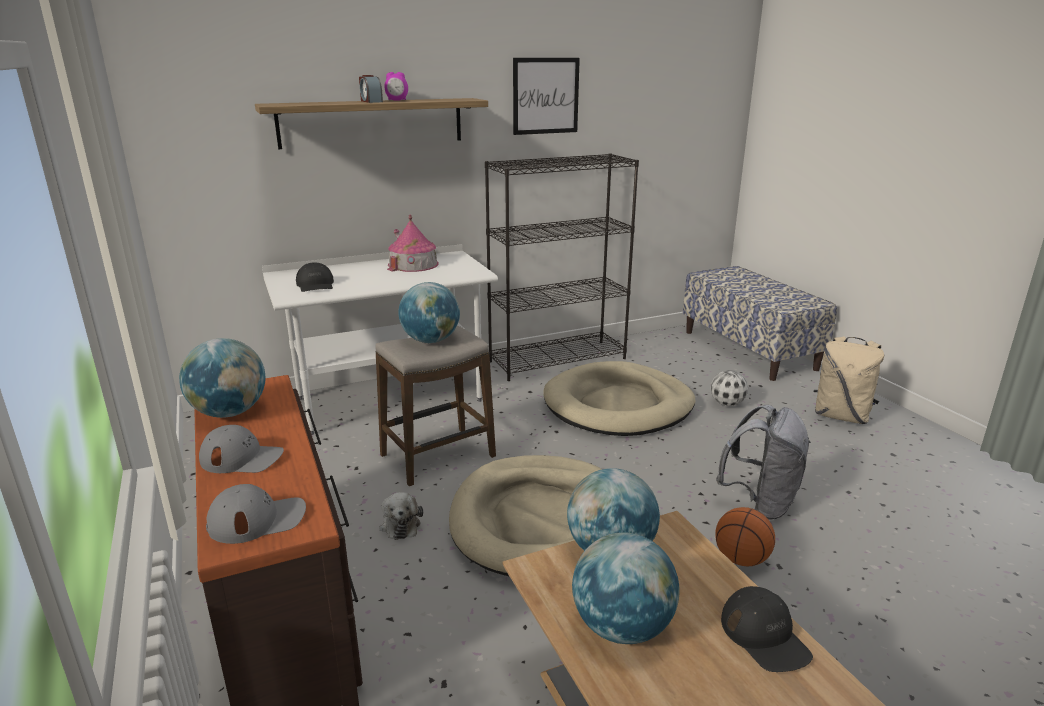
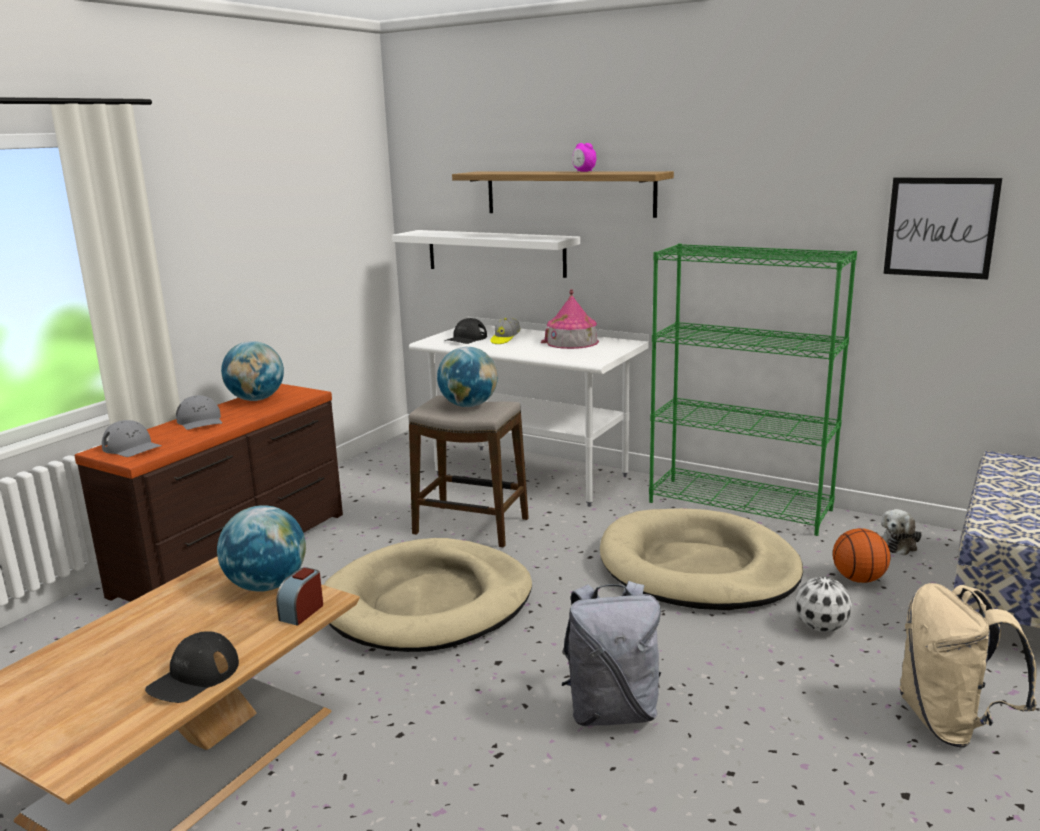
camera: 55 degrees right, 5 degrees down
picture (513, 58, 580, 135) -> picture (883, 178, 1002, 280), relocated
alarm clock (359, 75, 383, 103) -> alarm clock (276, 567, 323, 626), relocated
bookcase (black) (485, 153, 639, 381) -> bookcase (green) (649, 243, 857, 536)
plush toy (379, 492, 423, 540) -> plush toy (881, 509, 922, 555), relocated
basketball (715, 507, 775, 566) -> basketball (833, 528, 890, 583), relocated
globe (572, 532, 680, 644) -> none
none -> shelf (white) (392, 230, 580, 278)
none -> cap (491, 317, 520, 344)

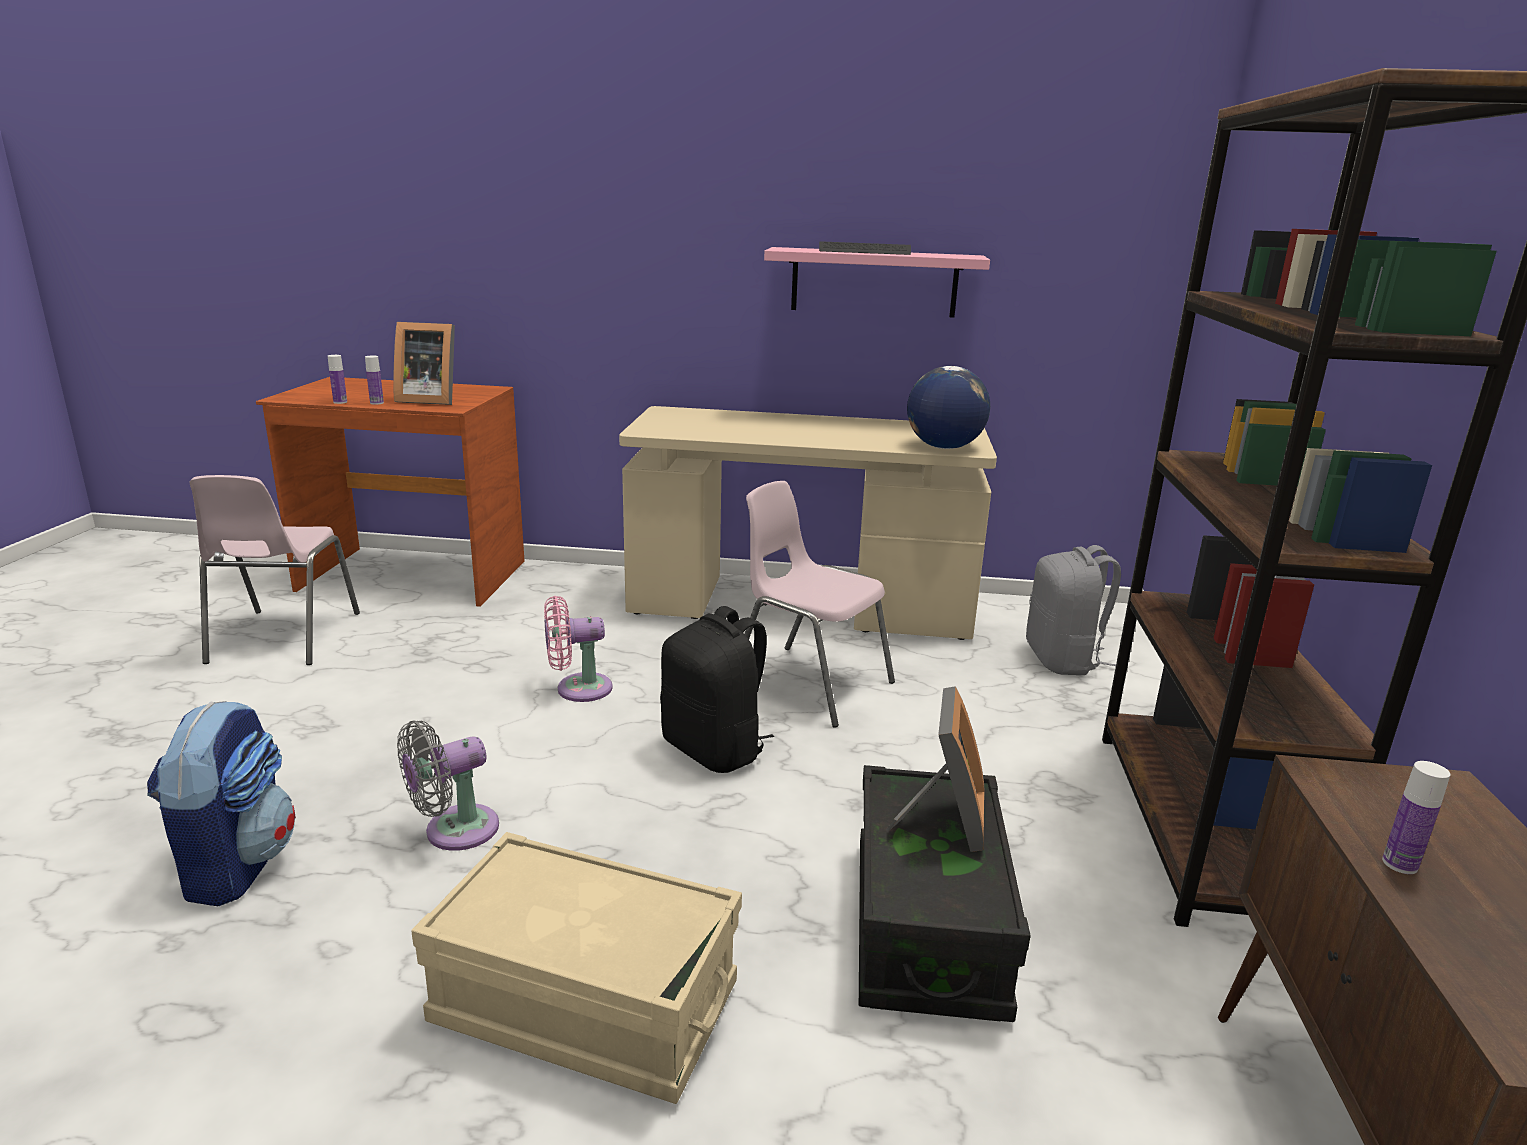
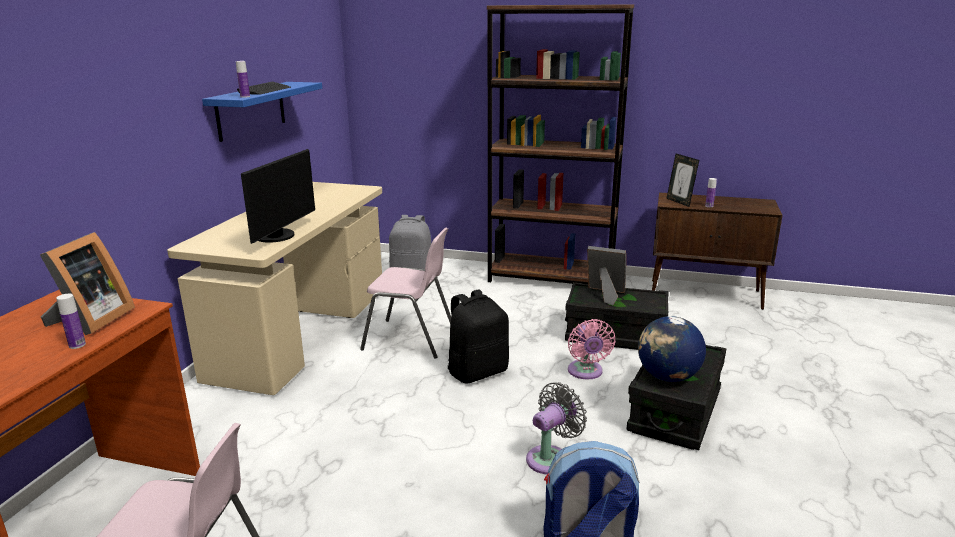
camera: 80 degrees left, 0 degrees up
shelf (pink) (764, 247, 990, 318) -> shelf (blue) (202, 82, 322, 142)
bottle (328, 355, 347, 404) -> bottle (236, 61, 250, 98), relocated
globe (907, 366, 990, 449) -> globe (638, 316, 706, 382), relocated
chair (pink) (744, 481, 895, 728) -> chair (pink) (360, 228, 451, 359), 120 degrees counterclockwise
fan (pink) (544, 596, 613, 702) -> fan (pink) (568, 319, 615, 380), relocated
fan (grey) (397, 720, 499, 851) -> fan (grey) (526, 382, 587, 474), 105 degrees counterclockwise
storage box (beige) (411, 832, 742, 1104) -> storage box (black) (627, 345, 726, 450)
none -> monitor (241, 149, 315, 244)
none -> picture frame (666, 154, 699, 207)

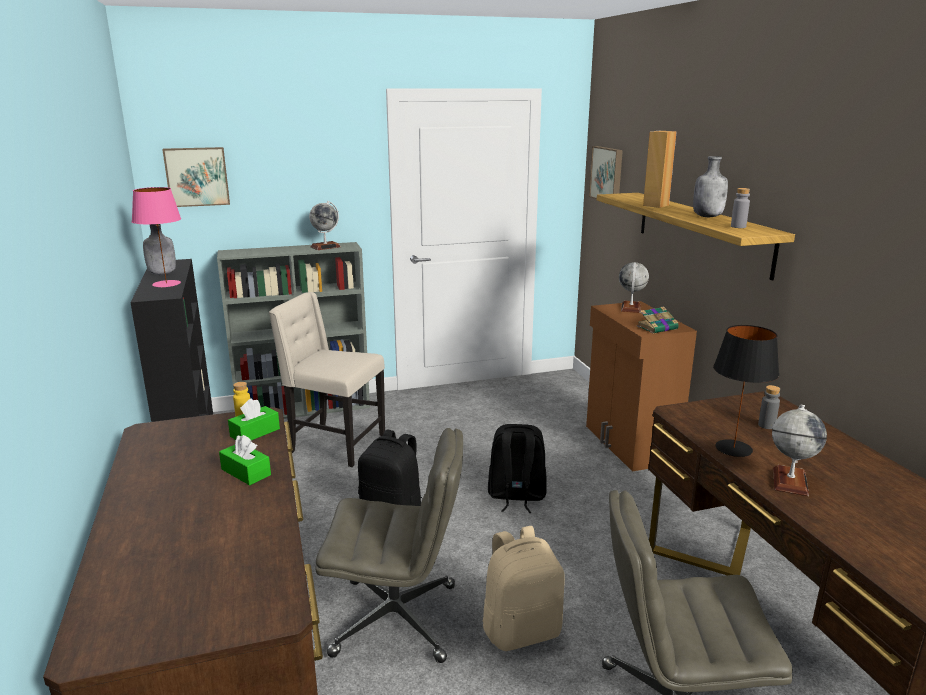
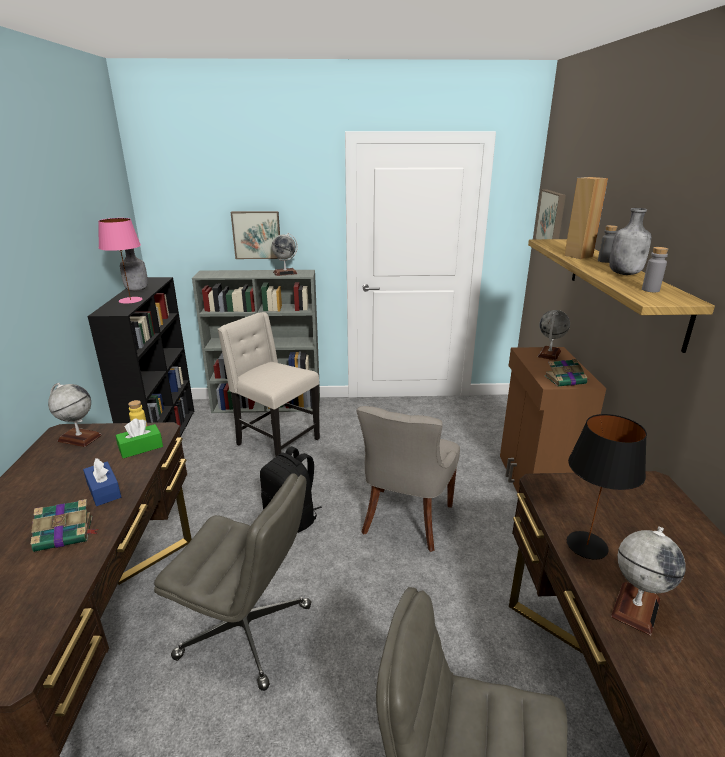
camera: 15 degrees right, 5 degrees up
picture (162, 147, 230, 207) -> picture (231, 211, 280, 259), relocated
bottle (grey) (758, 385, 780, 429) -> bottle (grey) (598, 225, 618, 263), relocated
backpack (black) (488, 424, 546, 513) -> chair (grey) (356, 406, 460, 552)
tissue box (green) (219, 435, 271, 485) -> tissue box (blue) (83, 458, 121, 506)
backpack (beige) (483, 526, 565, 651) -> none
none -> globe (48, 383, 102, 447)
none -> book (31, 499, 98, 552)

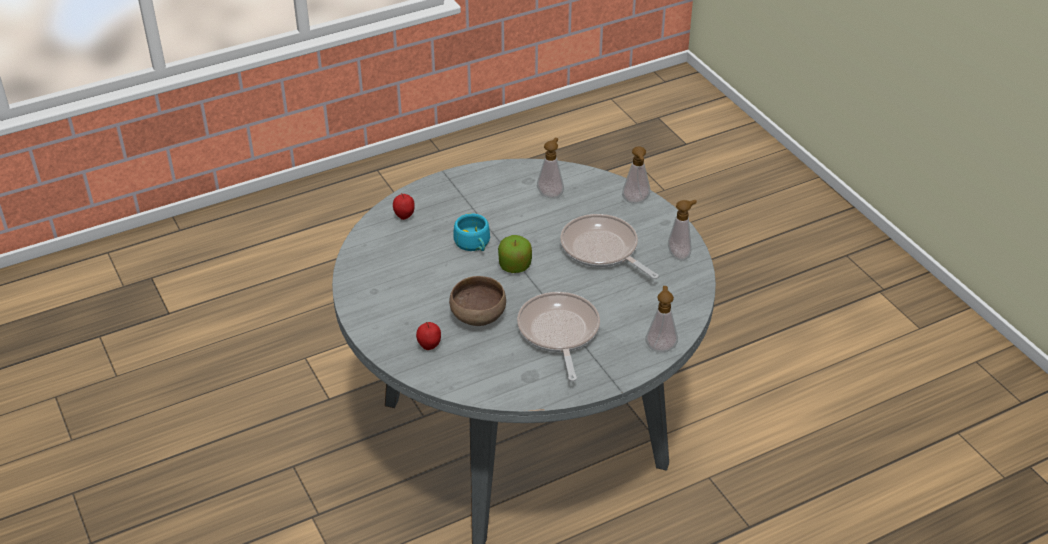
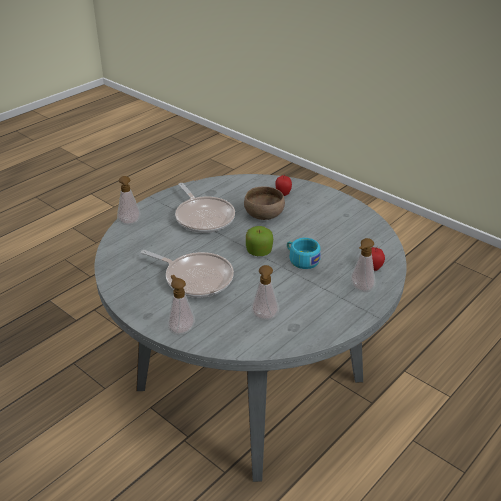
camera: 160 degrees right, 5 degrees down
soap dispenser (668, 200, 697, 261) -> soap dispenser (350, 238, 375, 292), relocated

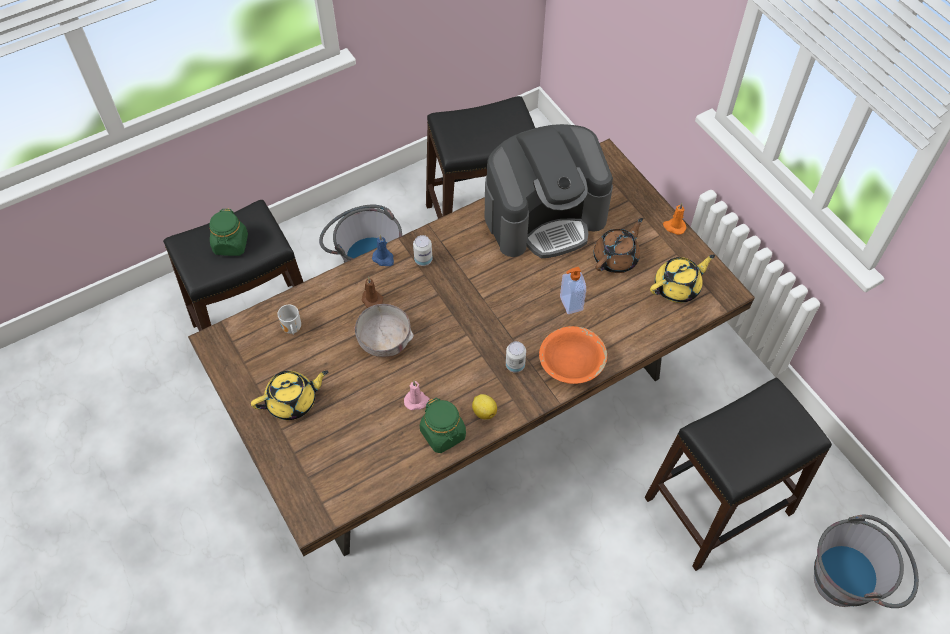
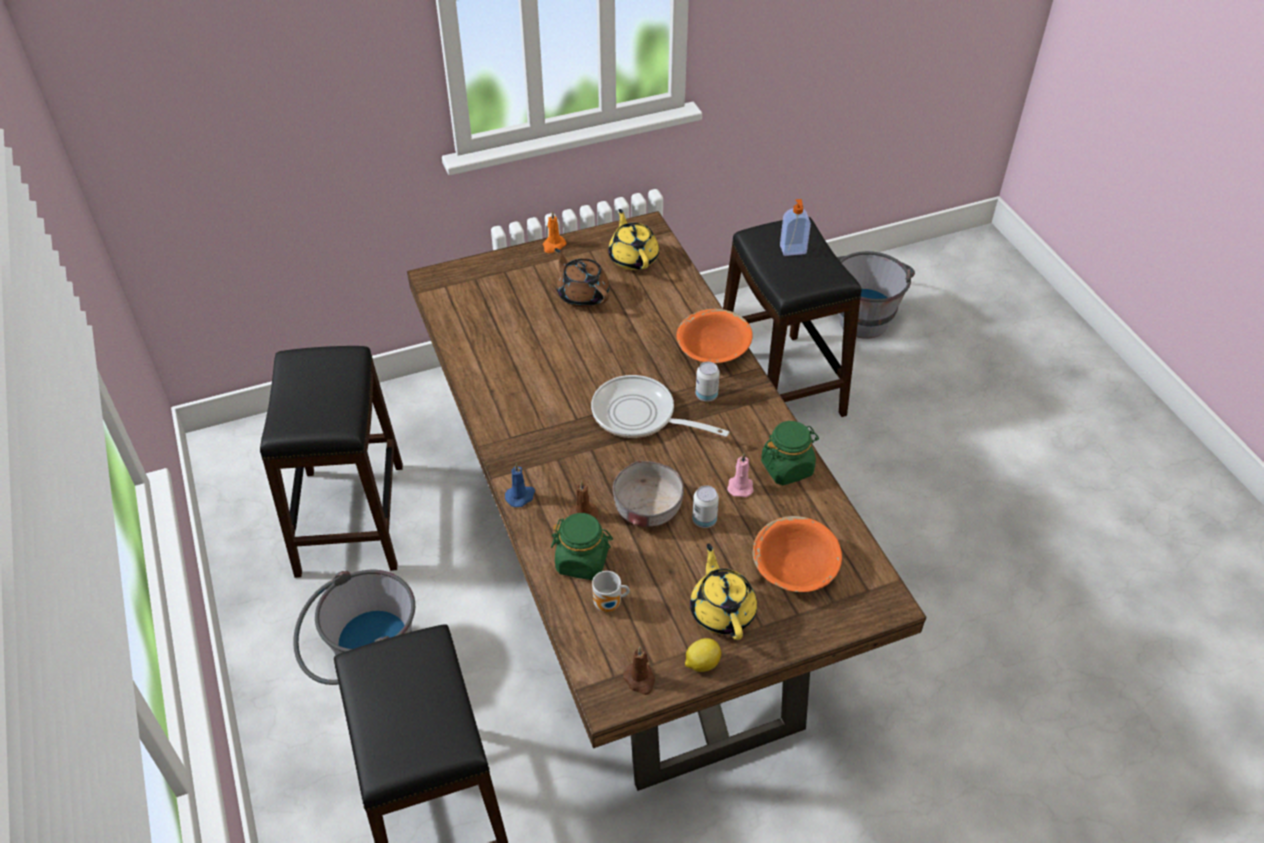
camera: 80 degrees left, 10 degrees down
coffee machine (485, 124, 613, 258) -> none
jar (green) (209, 208, 248, 256) -> jar (green) (551, 513, 613, 580), relocated
can (413, 235, 433, 266) -> can (692, 485, 719, 528), relocated
soap dispenser (560, 267, 586, 314) -> soap dispenser (780, 199, 811, 256), relocated
lemon (472, 394, 497, 420) -> lemon (685, 638, 721, 672), relocated
none -> frying pan (591, 375, 729, 438)
none -> bowl (orange) (753, 516, 842, 592)
none -> candle (brown) (623, 647, 655, 695)

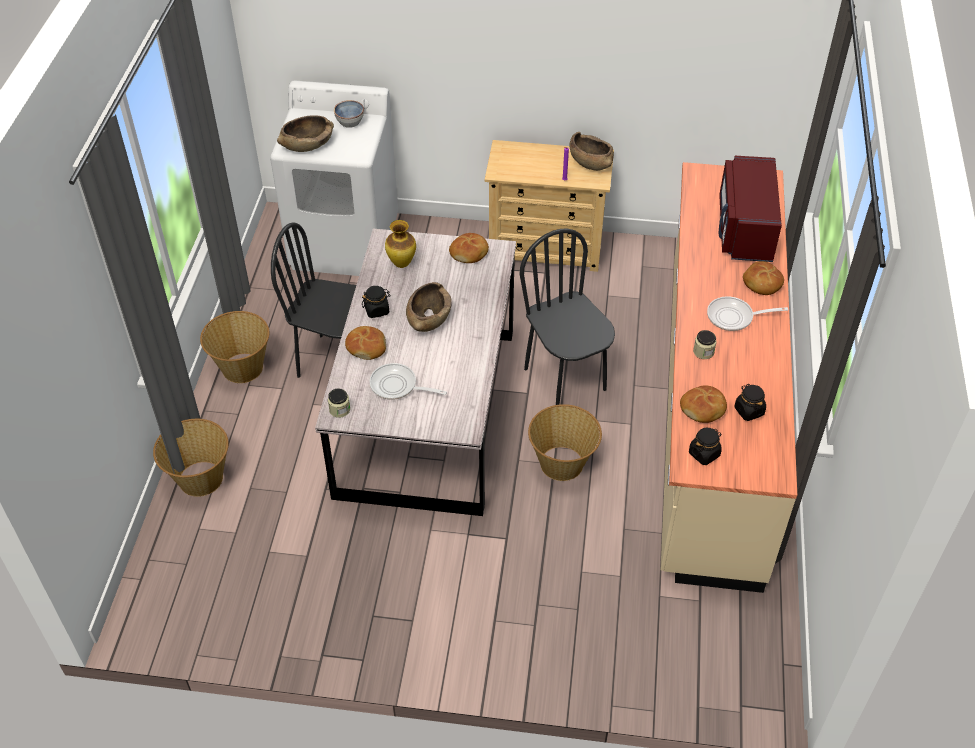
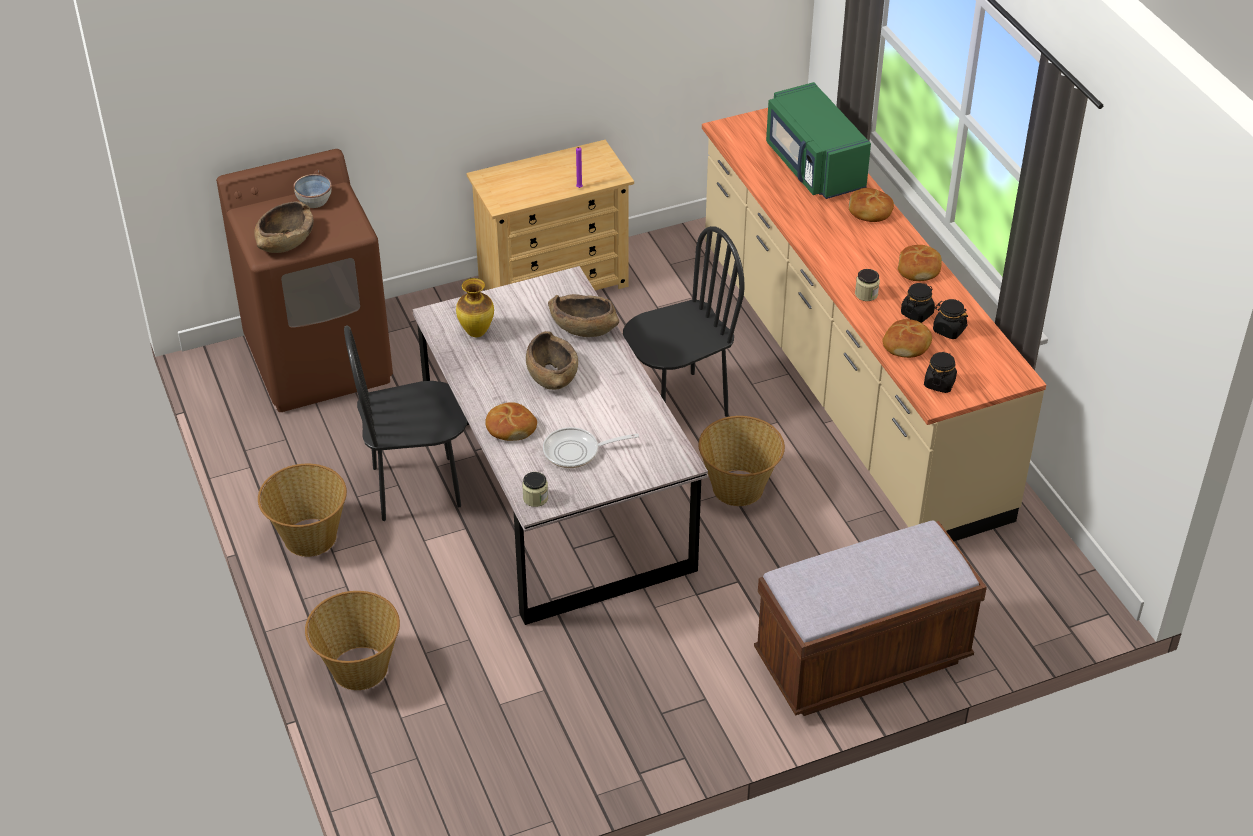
camera: 30 degrees left, 5 degrees down
washing machine (white) (270, 81, 398, 276) -> washing machine (brown) (216, 149, 393, 412)
bowl (brown) (570, 132, 614, 171) -> bowl (brown) (548, 294, 619, 337), relocated
microwave (red) (719, 156, 782, 262) -> microwave (green) (766, 82, 871, 199)
chair (black) (520, 229, 615, 405) -> chair (black) (623, 226, 745, 417), 120 degrees clockwise
bread (449, 233, 489, 263) -> bread (898, 245, 942, 281), relocated
jar (black) (362, 286, 391, 318) -> jar (black) (901, 283, 935, 323), relocated
frying pan (707, 296, 788, 331) -> none
none -> bench (brown) (754, 520, 987, 716)

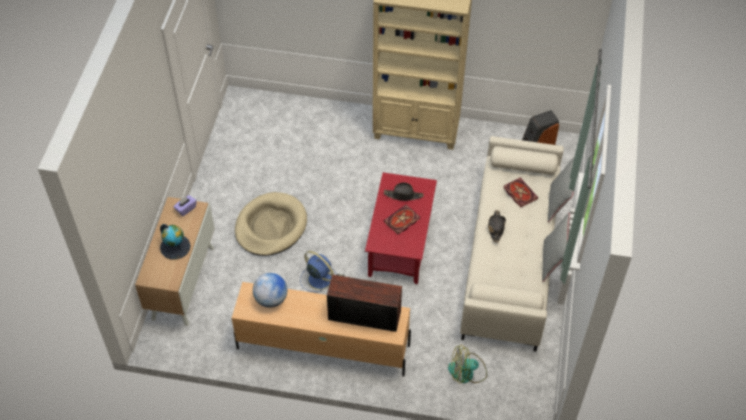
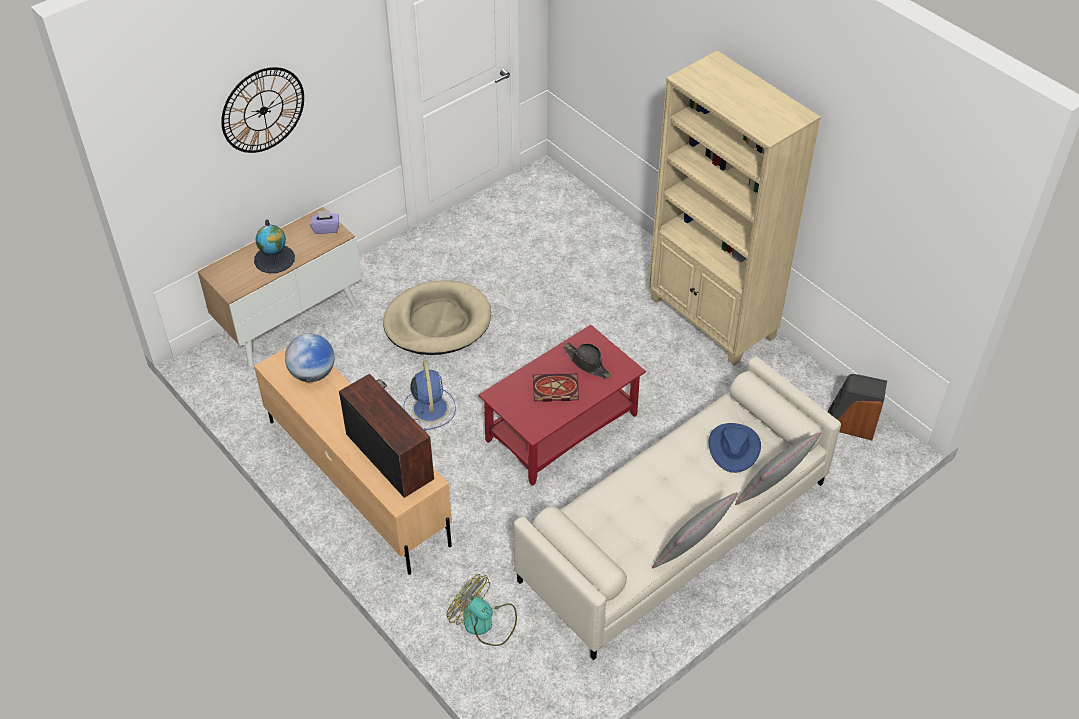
camera: 40 degrees right, 5 degrees down
book (503, 178, 538, 207) -> hat (blue) (709, 423, 761, 473)
hat (black) (488, 210, 506, 243) -> none
none -> wall clock (221, 67, 304, 153)

